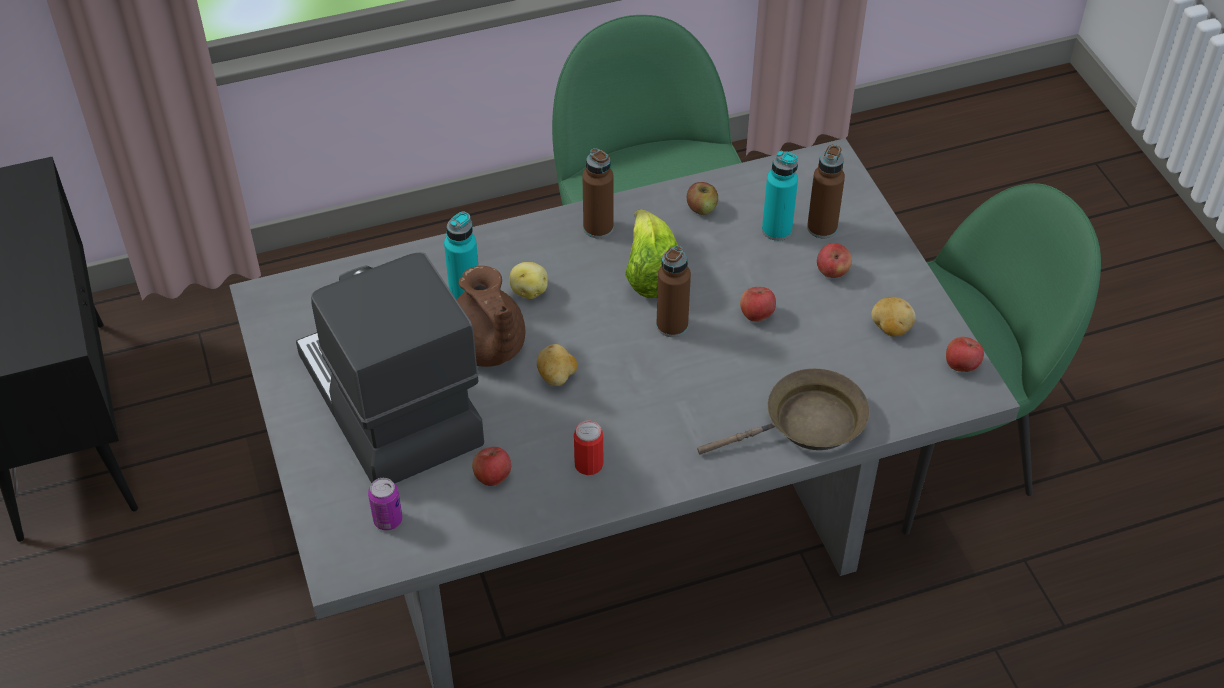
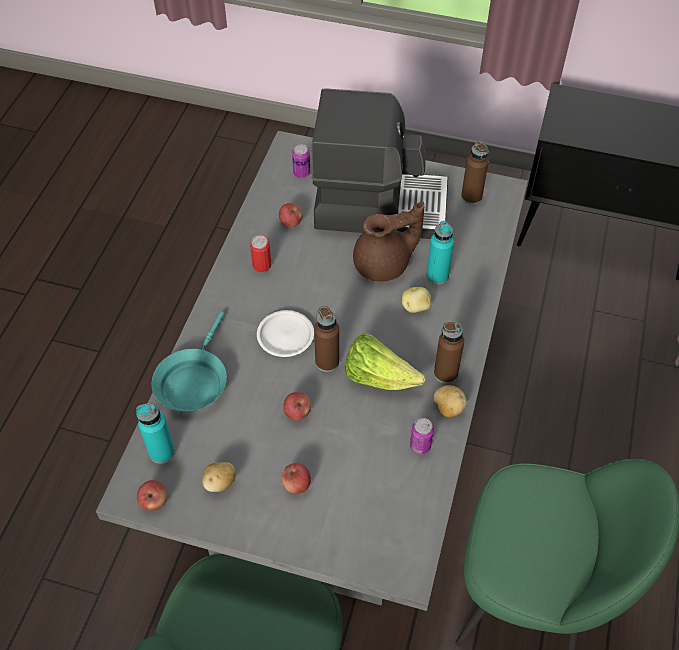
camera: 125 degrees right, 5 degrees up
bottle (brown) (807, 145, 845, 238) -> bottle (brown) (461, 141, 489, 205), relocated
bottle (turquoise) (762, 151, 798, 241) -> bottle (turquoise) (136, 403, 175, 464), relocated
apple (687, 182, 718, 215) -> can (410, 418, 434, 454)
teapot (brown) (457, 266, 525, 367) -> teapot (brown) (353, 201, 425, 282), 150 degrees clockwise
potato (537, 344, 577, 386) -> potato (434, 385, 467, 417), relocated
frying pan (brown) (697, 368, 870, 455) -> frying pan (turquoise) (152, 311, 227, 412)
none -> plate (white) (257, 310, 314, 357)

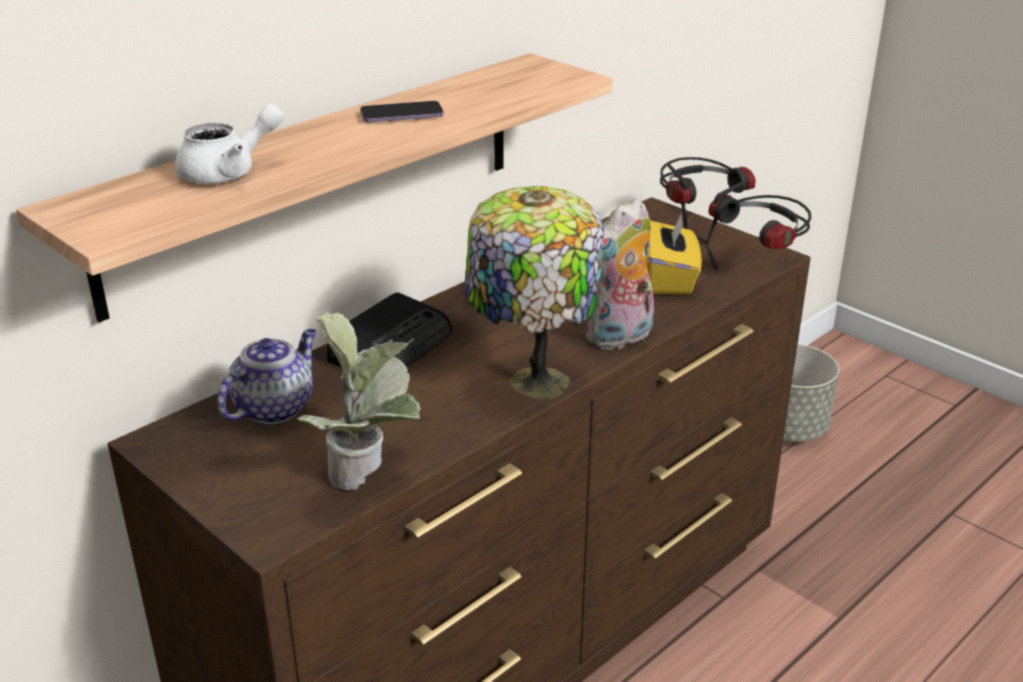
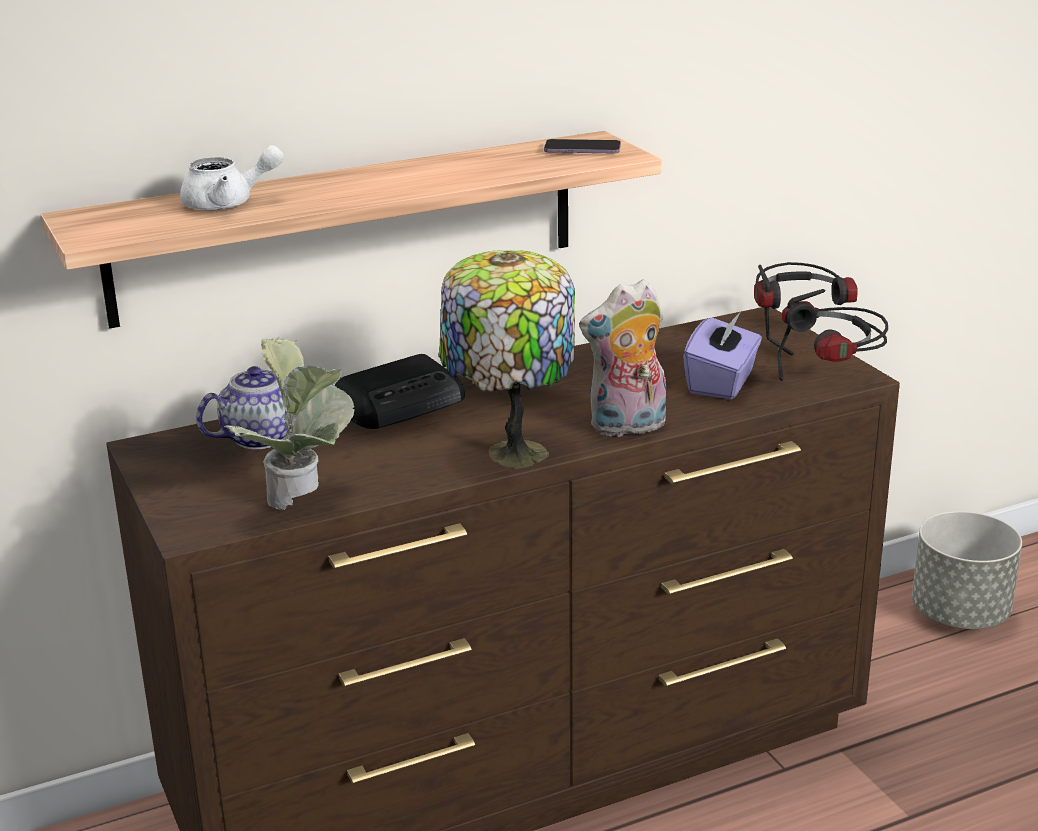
camera: 20 degrees right, 5 degrees down
phone (360, 101, 444, 122) -> phone (544, 139, 621, 153), relocated
tissue box (yellow) (647, 213, 702, 295) -> tissue box (purple) (683, 311, 762, 399)

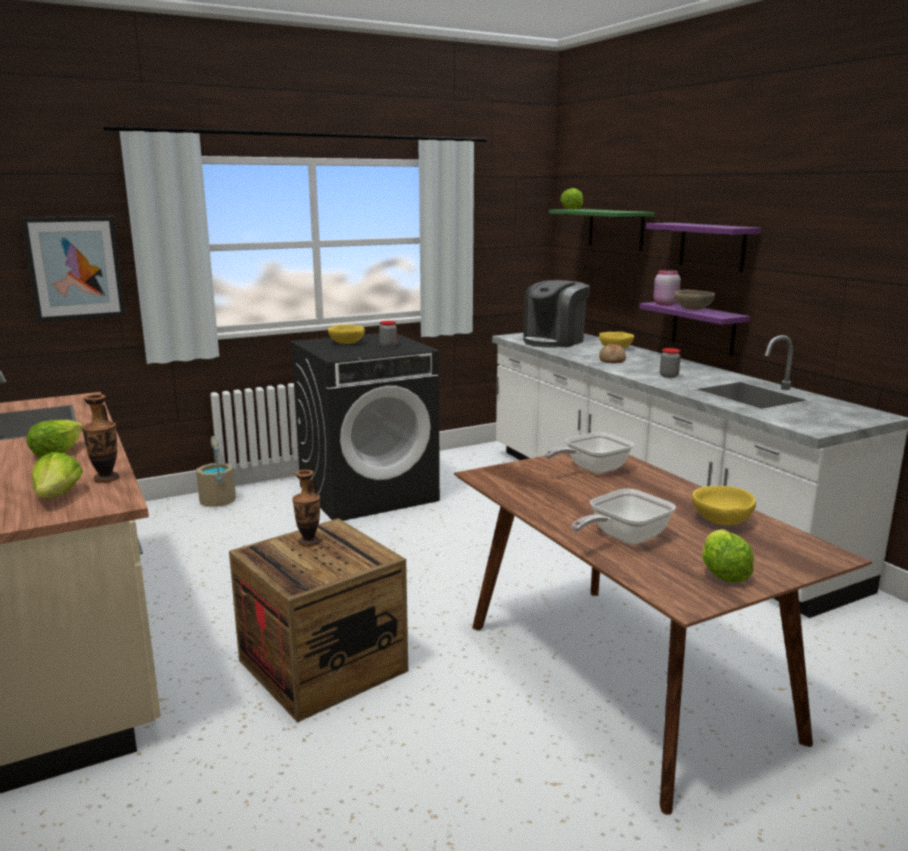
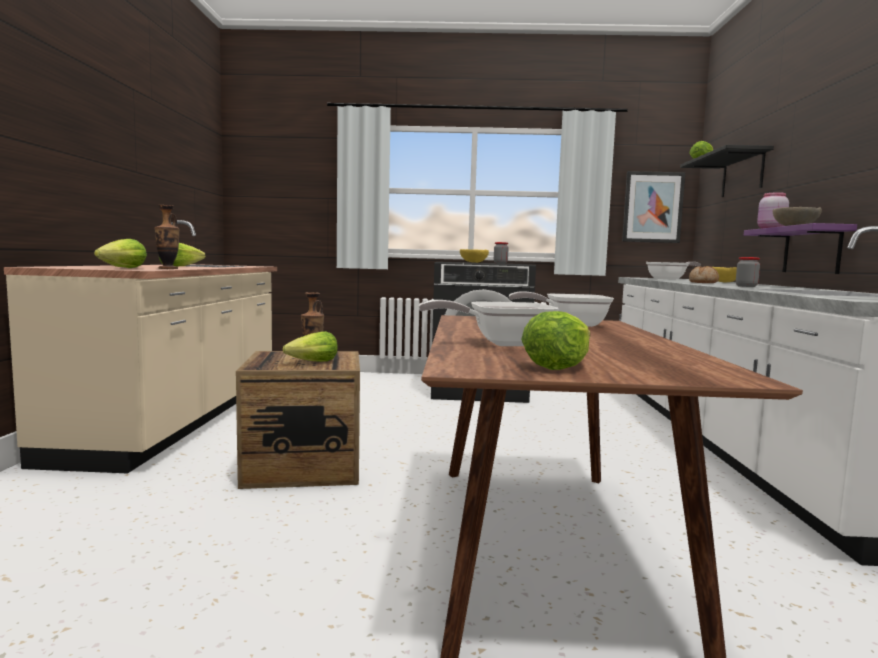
camera: 30 degrees right, 10 degrees down
shelf (green) (549, 209, 655, 251) -> shelf (black) (680, 145, 774, 197)
picture (21, 216, 126, 322) -> picture (622, 171, 685, 243), relocated
shelf (purple) (646, 223, 761, 272) -> none
coffee machine (523, 280, 590, 348) -> frying pan (646, 262, 701, 280)
bucket (beige) (196, 436, 236, 507) -> none
bowl (yellow) (692, 486, 756, 526) -> none
none -> lettuce (283, 331, 338, 362)

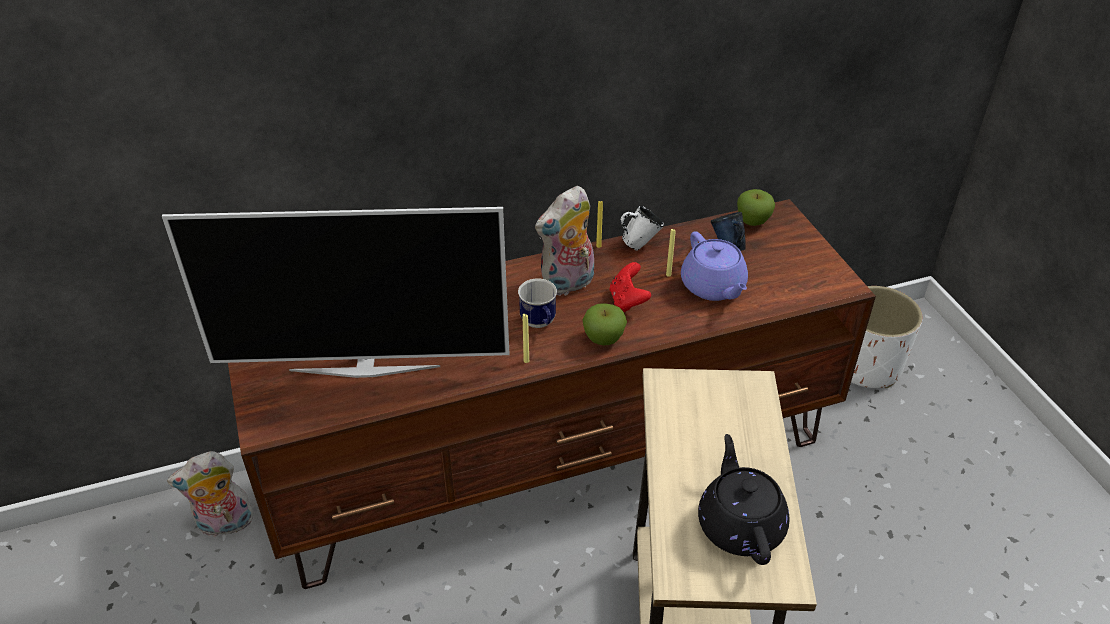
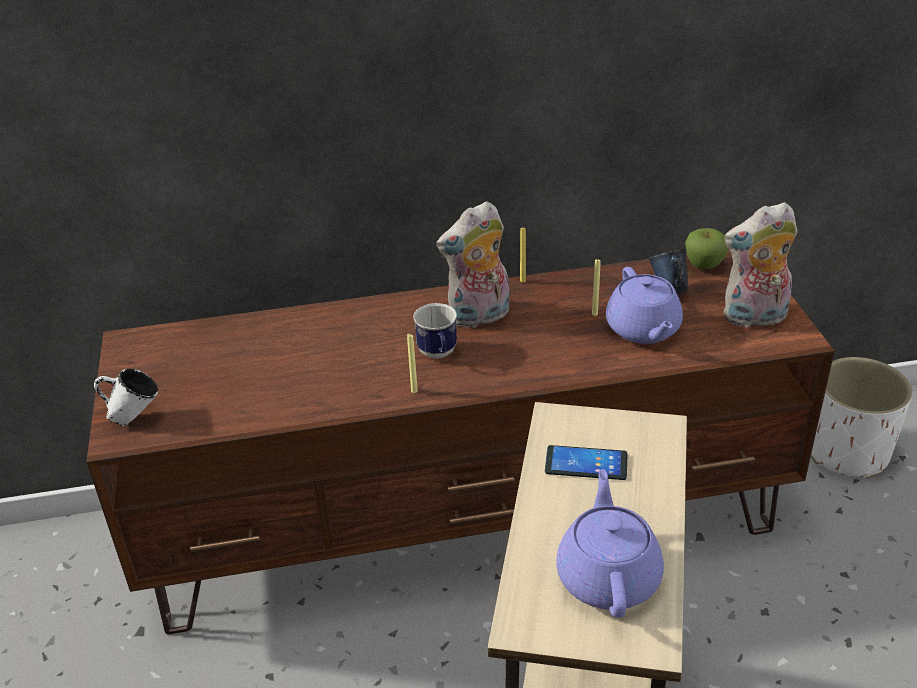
camera: 10 degrees right, 5 degrees down
mug (white) (621, 206, 664, 251) -> mug (white) (94, 369, 158, 426), relocated
television (162, 207, 509, 378) -> none
game controller (red) (610, 262, 651, 312) -> none
apple (583, 303, 627, 345) -> none
teapot (black) (698, 434, 790, 565) -> teapot (purple) (556, 469, 664, 618)
plush toy (167, 451, 254, 537) -> plush toy (724, 202, 798, 329), relocated
none -> phone (545, 445, 628, 480)

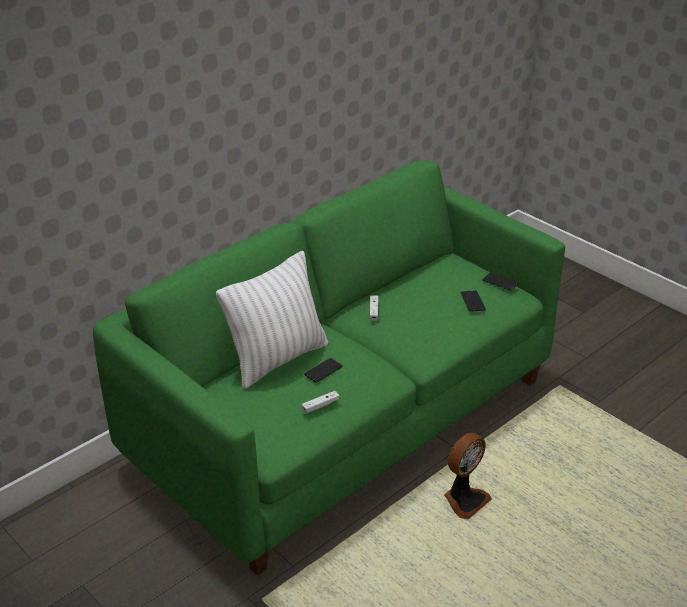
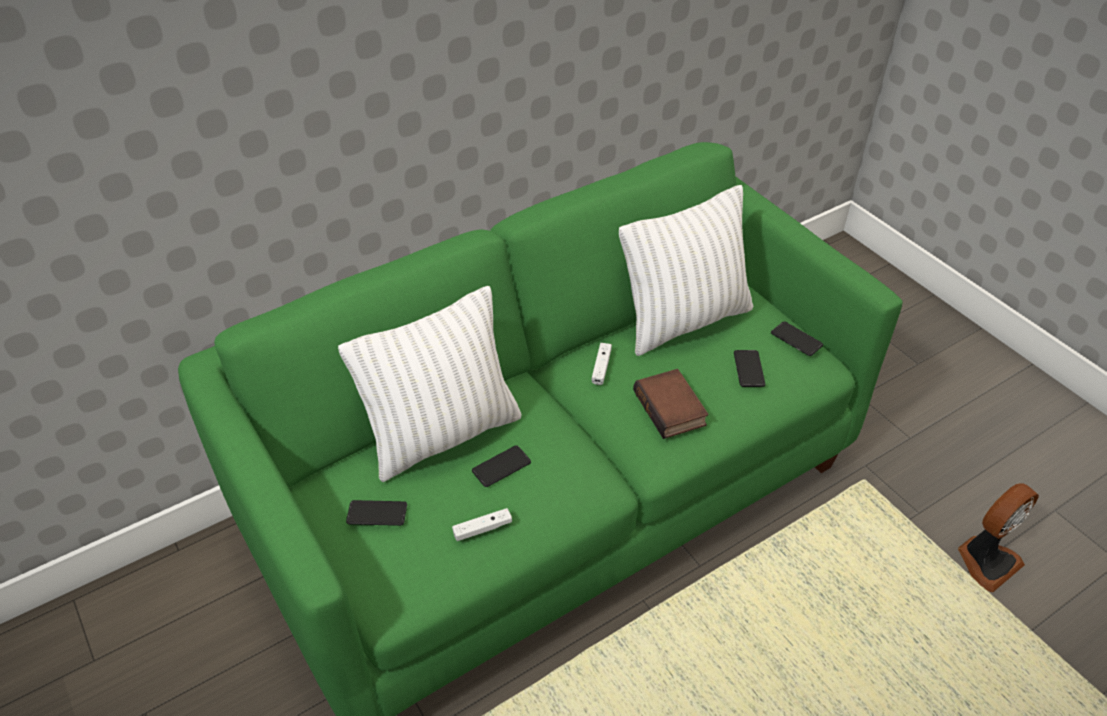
camera: 10 degrees right, 10 degrees up
fan (444, 433, 492, 519) -> fan (958, 483, 1039, 592), relocated
none -> pillow (white) (619, 185, 753, 356)
none -> book (633, 369, 708, 439)
none -> phone (346, 500, 407, 526)

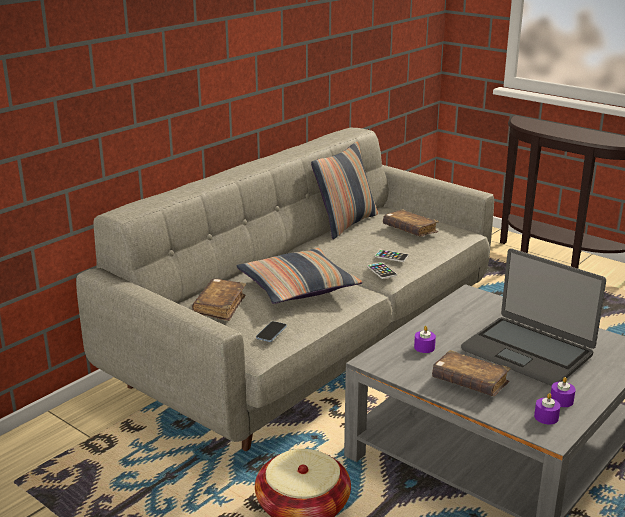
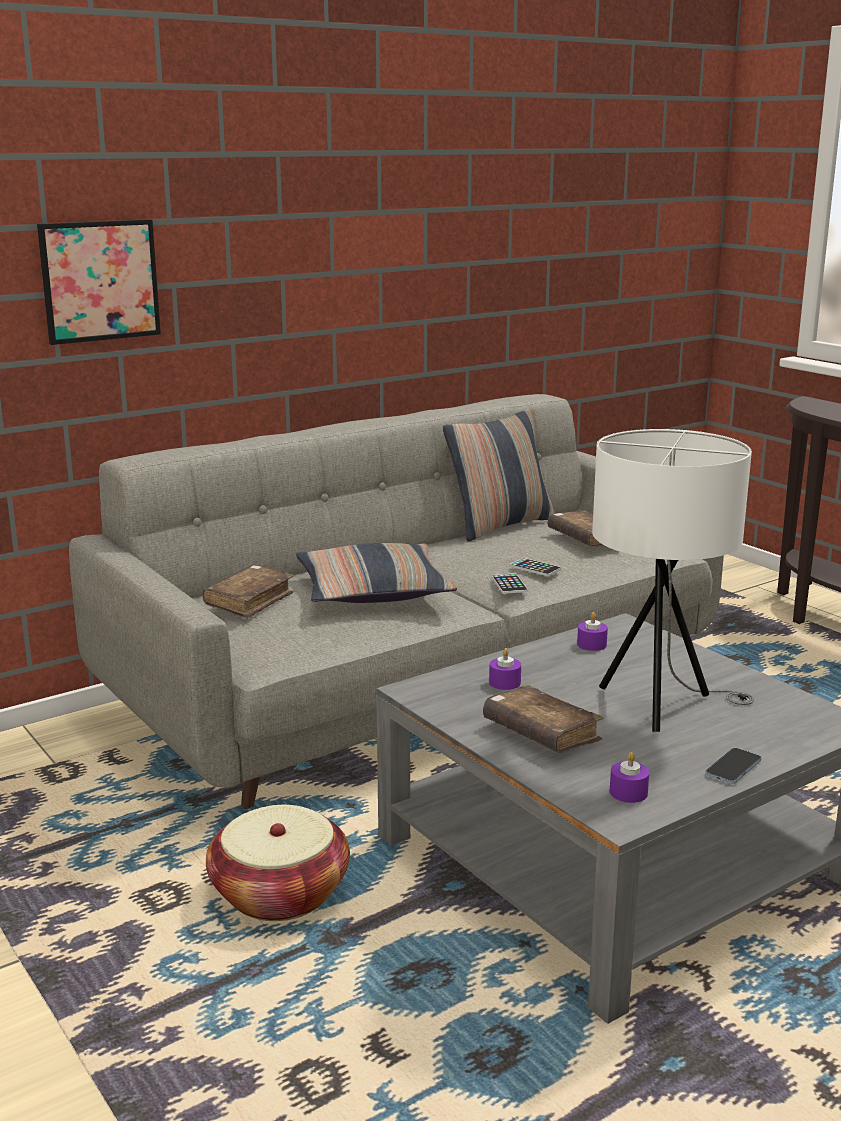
camera: 15 degrees right, 5 degrees down
laptop (461, 248, 606, 386) -> table lamp (white) (592, 429, 754, 732)
phone (256, 321, 287, 342) -> phone (705, 748, 762, 784), relocated
candle (purple) (551, 377, 576, 407) -> candle (purple) (577, 612, 608, 651), relocated
none -> picture (37, 219, 161, 345)

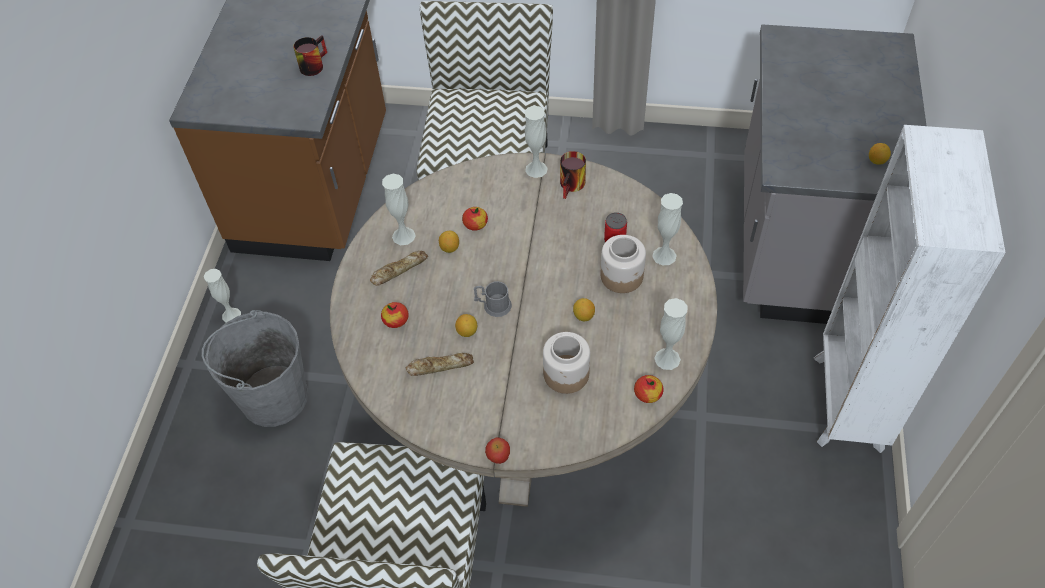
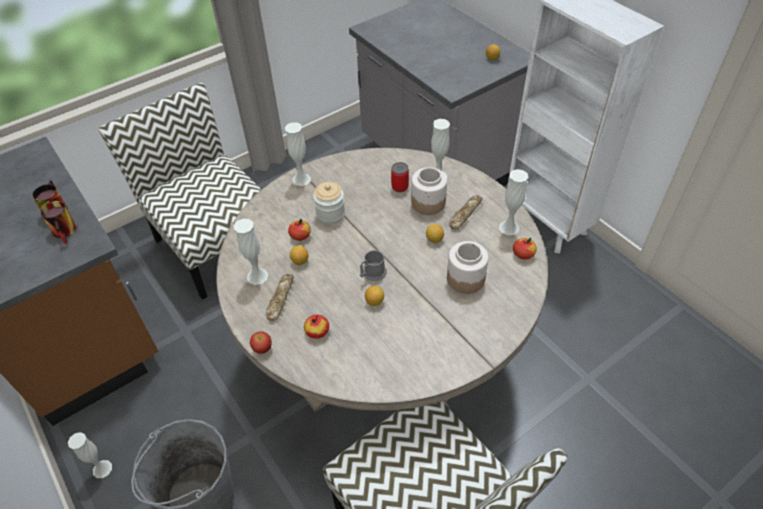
camera: 45 degrees left, 5 degrees down
mug (560, 151, 586, 199) -> mug (40, 201, 76, 244), relocated
bread (406, 353, 474, 376) -> bread (449, 196, 482, 229), relocated
apple (485, 438, 510, 464) -> apple (250, 331, 272, 354), relocated
none -> jar (313, 182, 345, 224)

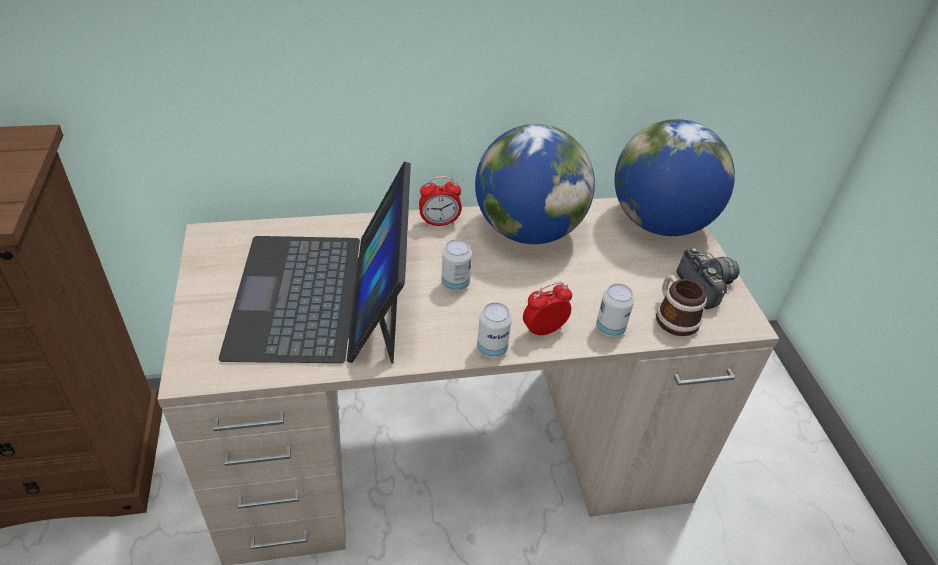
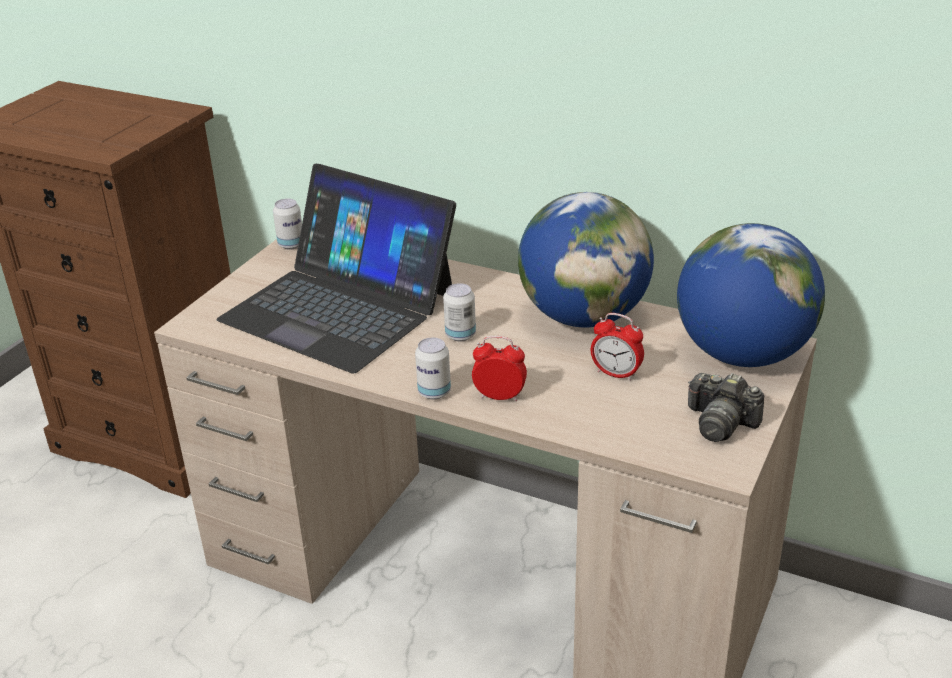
camera: 40 degrees right, 10 degrees down
laptop (219, 161, 411, 363) -> laptop (216, 164, 456, 373), 90 degrees counterclockwise
alarm clock (419, 176, 462, 226) -> alarm clock (591, 313, 644, 381), relocated
photo camera (676, 248, 739, 309) -> photo camera (688, 373, 764, 442), 105 degrees clockwise
mug (656, 275, 707, 336) -> none
can (596, 283, 634, 337) -> can (273, 199, 302, 250), relocated

